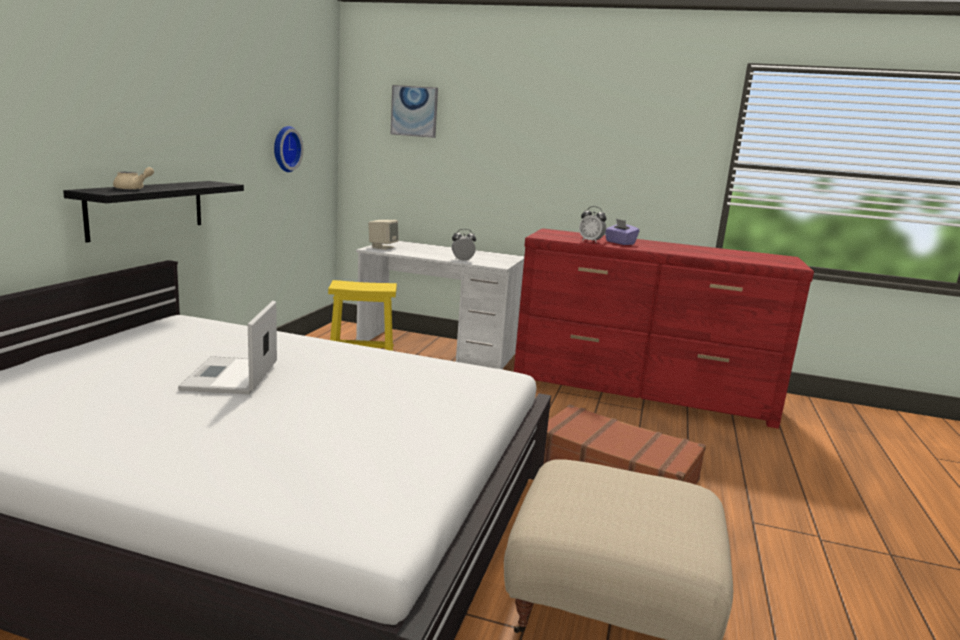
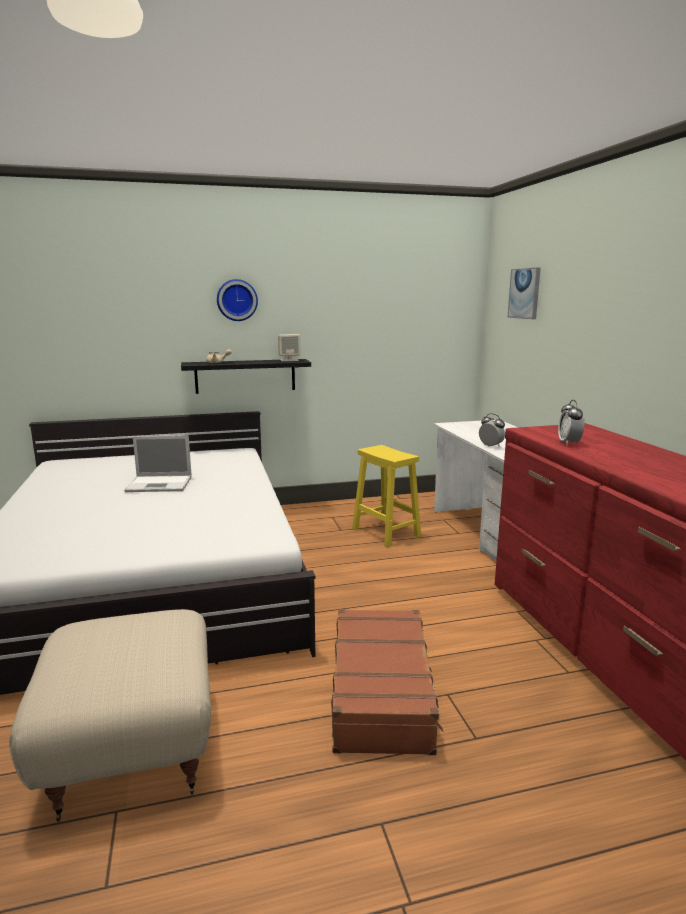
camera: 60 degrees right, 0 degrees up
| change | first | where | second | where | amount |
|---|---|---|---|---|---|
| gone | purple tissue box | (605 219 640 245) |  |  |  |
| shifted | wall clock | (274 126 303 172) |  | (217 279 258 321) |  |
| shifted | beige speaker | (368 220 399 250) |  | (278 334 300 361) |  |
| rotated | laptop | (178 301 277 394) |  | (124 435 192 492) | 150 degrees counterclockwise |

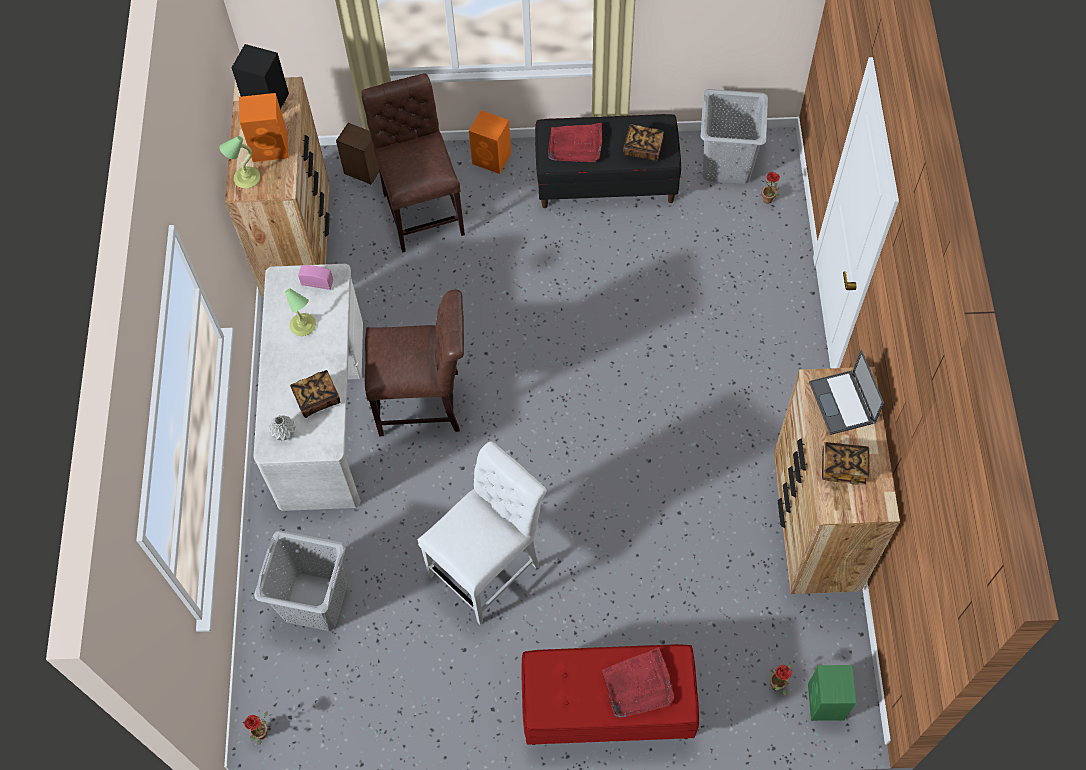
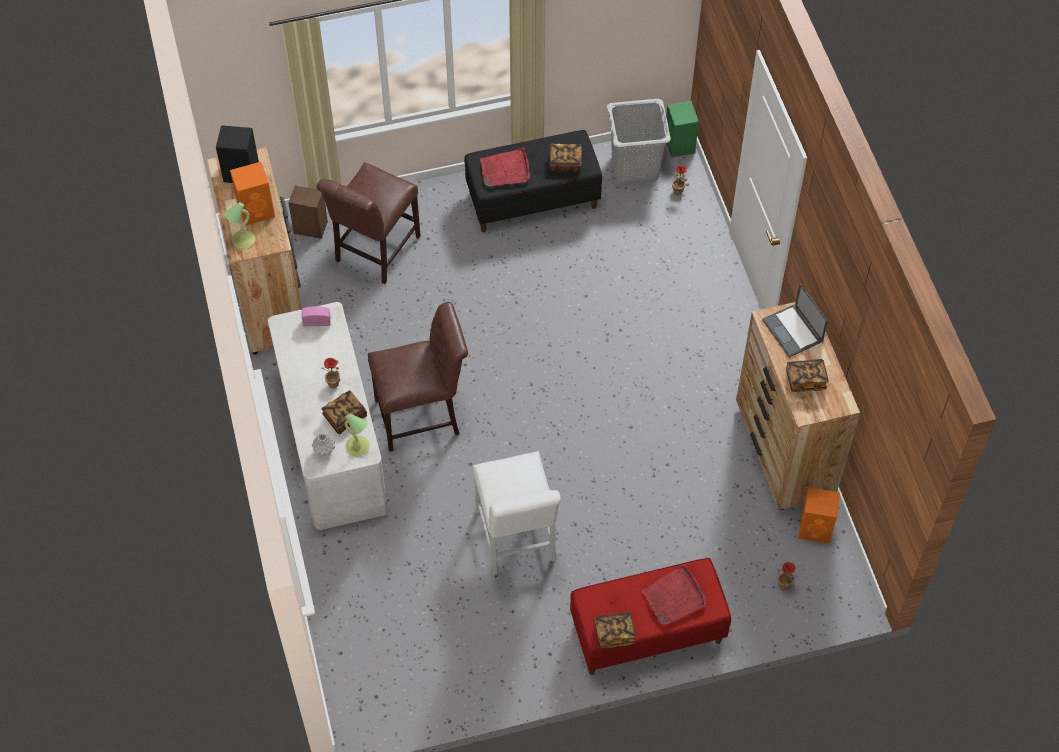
camera: 15 degrees left, 5 degrees down
| change | first | where | second | where | amount |
|---|---|---|---|---|---|
| gone | grey laundry basket | (254 530 347 631) |  |  |  |
| new |  |  | book | (594 612 636 648) |  |
| shifted | potted plant | (243 711 268 745) |  | (321 358 341 389) |  |
| shifted | table lamp | (285 288 316 336) |  | (345 414 370 457) |  |
| shifted | orange speaker | (469 110 511 174) |  | (798 487 840 544) |  |
| shifted | green speaker | (808 665 856 721) |  | (666 101 699 158) |  |
| rotated | brown chair | (361 73 465 253) |  | (316 162 421 284) | 120 degrees counterclockwise |
| rotated | white chair | (418 441 547 624) |  | (472 451 561 574) | 135 degrees clockwise |

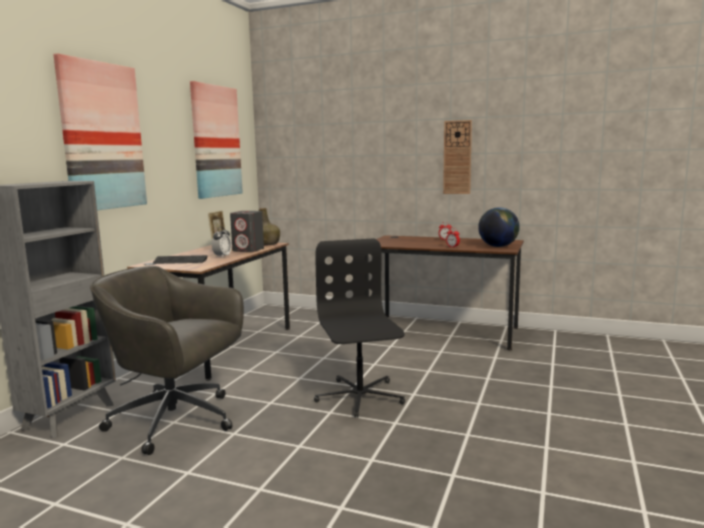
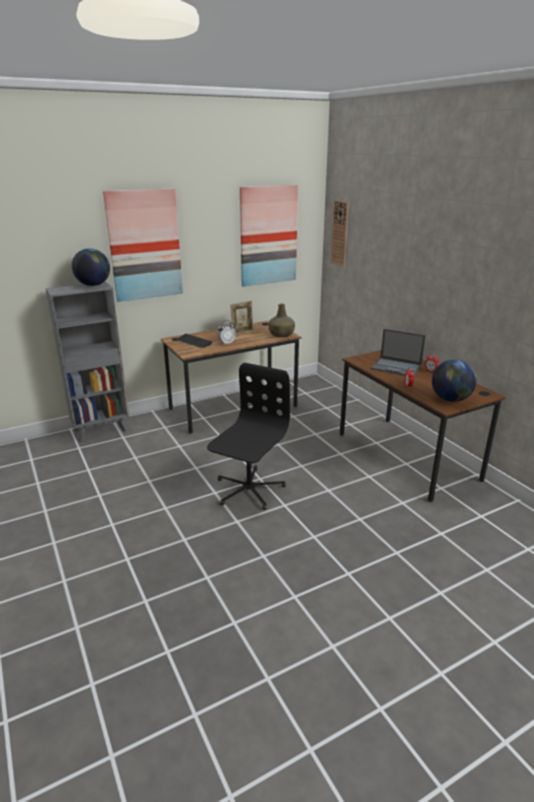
camera: 40 degrees right, 15 degrees up
| change | first | where | second | where | amount |
|---|---|---|---|---|---|
| gone | grey office chair | (90 266 244 455) |  |  |  |
| gone | grey speaker | (230 211 264 252) |  |  |  |
| new |  |  | globe | (72 248 110 286) |  |
| new |  |  | laptop | (371 329 426 376) |  |
| shifted | wall clock | (443 120 472 194) |  | (331 200 349 267) |  |

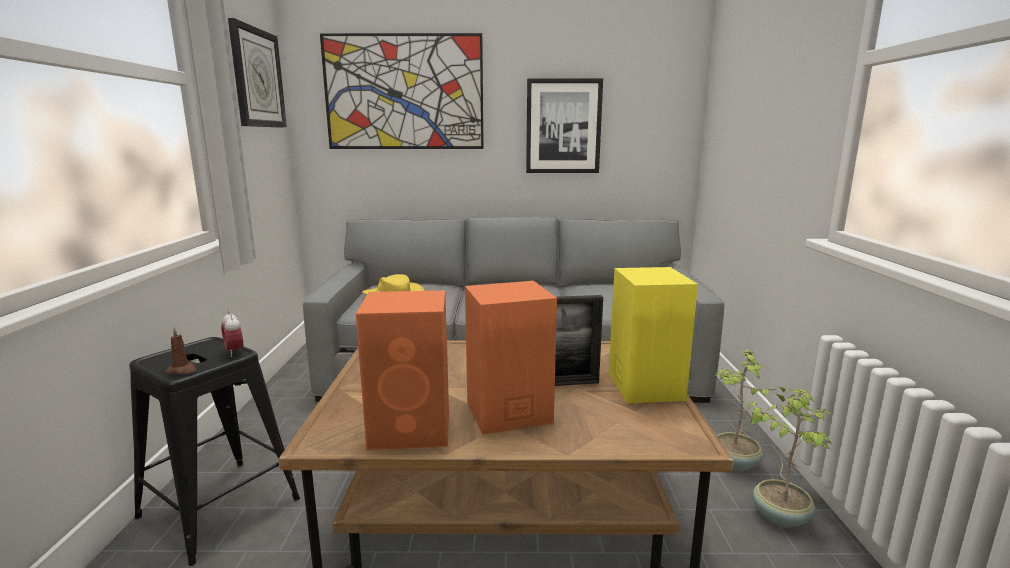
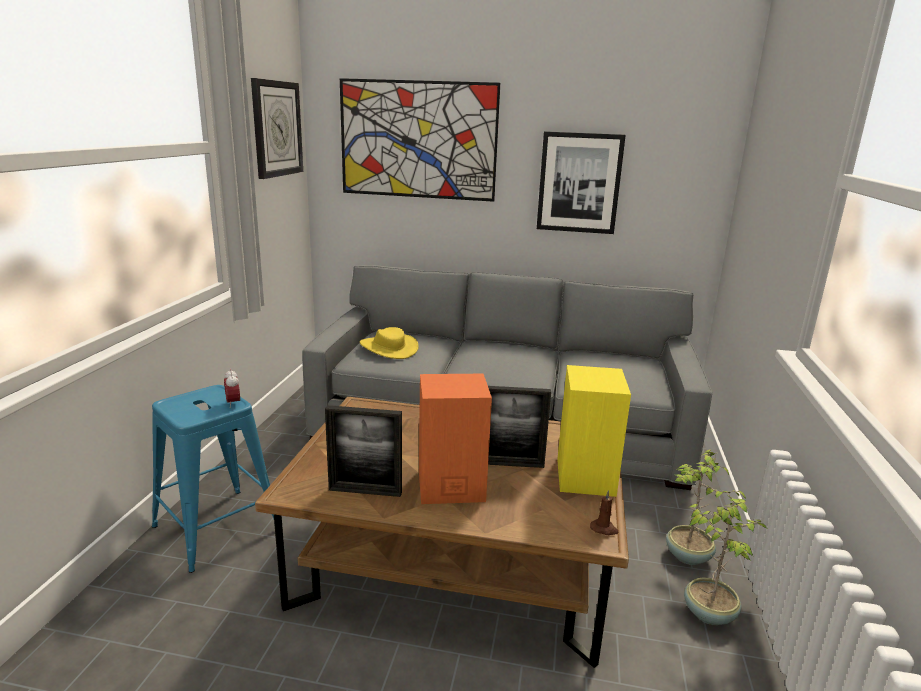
camera: 10 degrees right, 5 degrees up
| change | first | where | second | where | amount |
|---|---|---|---|---|---|
| shifted | brown candle | (166 327 197 374) |  | (590 490 619 535) |  |
| swapped | orange speaker | (356 290 449 450) | picture frame | (325 405 402 497) |  |
| repainted | black stool | (129 337 300 566) | blue stool | (152 385 274 573) |  |

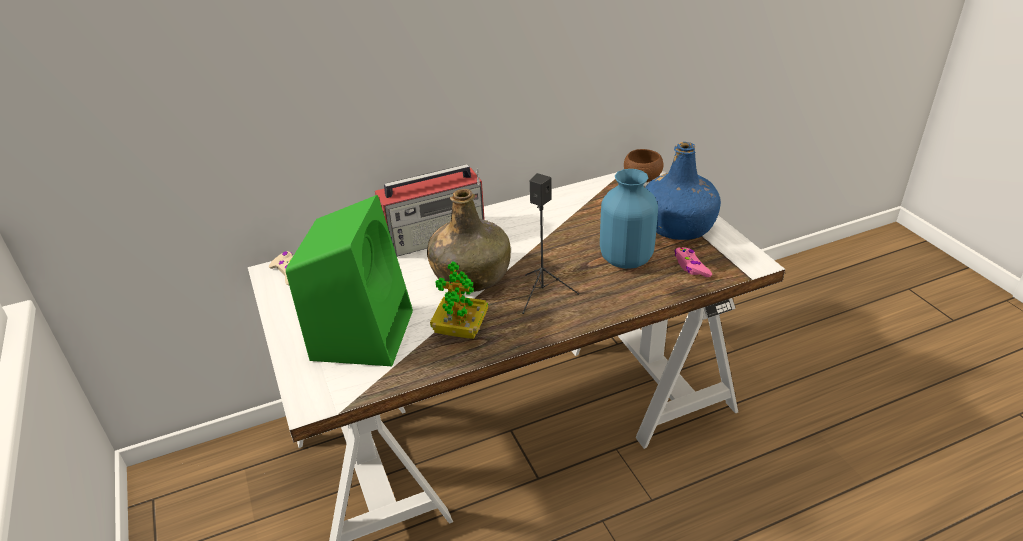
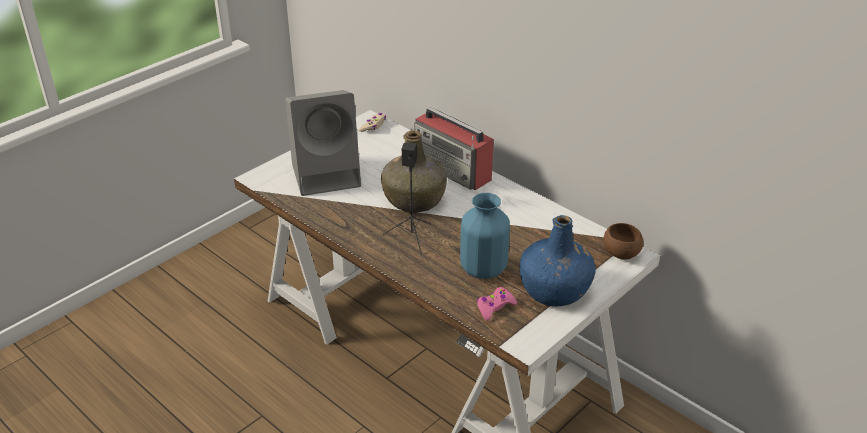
camera: 65 degrees right, 0 degrees up
| change | first | where | second | where | amount |
|---|---|---|---|---|---|
| gone | potted plant | (430 261 488 339) |  |  |  |
| repainted | green speaker | (286 195 413 366) | grey speaker | (285 90 361 196) |  |

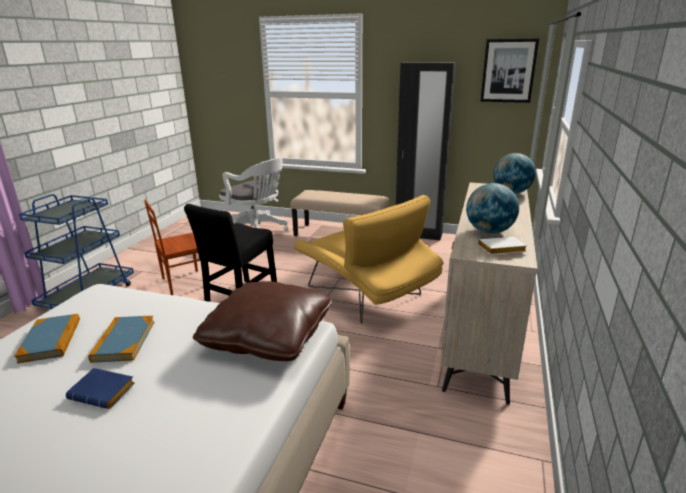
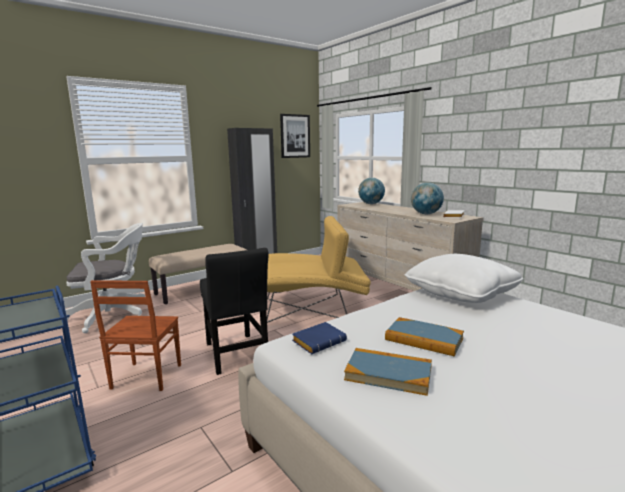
camera: 55 degrees left, 10 degrees down
| change | first | where | second | where | amount |
|---|---|---|---|---|---|
| shifted | blue book | (66 368 135 409) |  | (292 322 347 354) |  |
| repainted | brown pillow | (193 281 332 361) | white pillow | (404 254 523 303) |  |

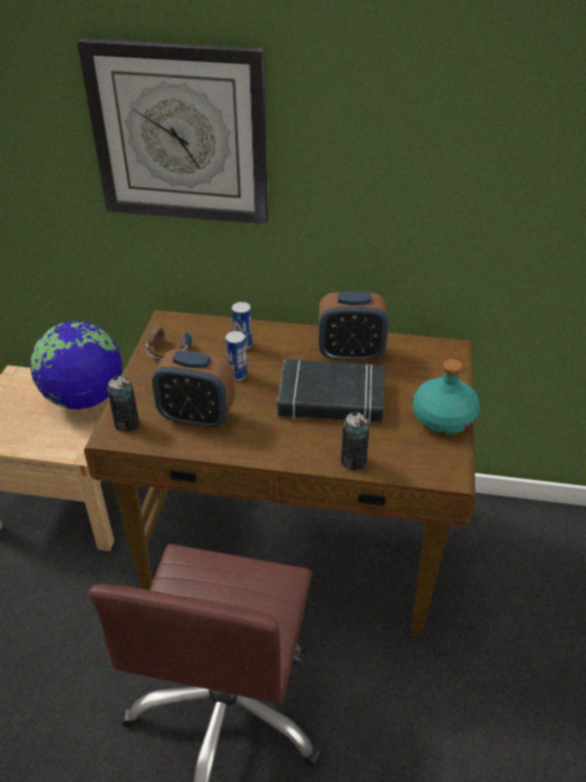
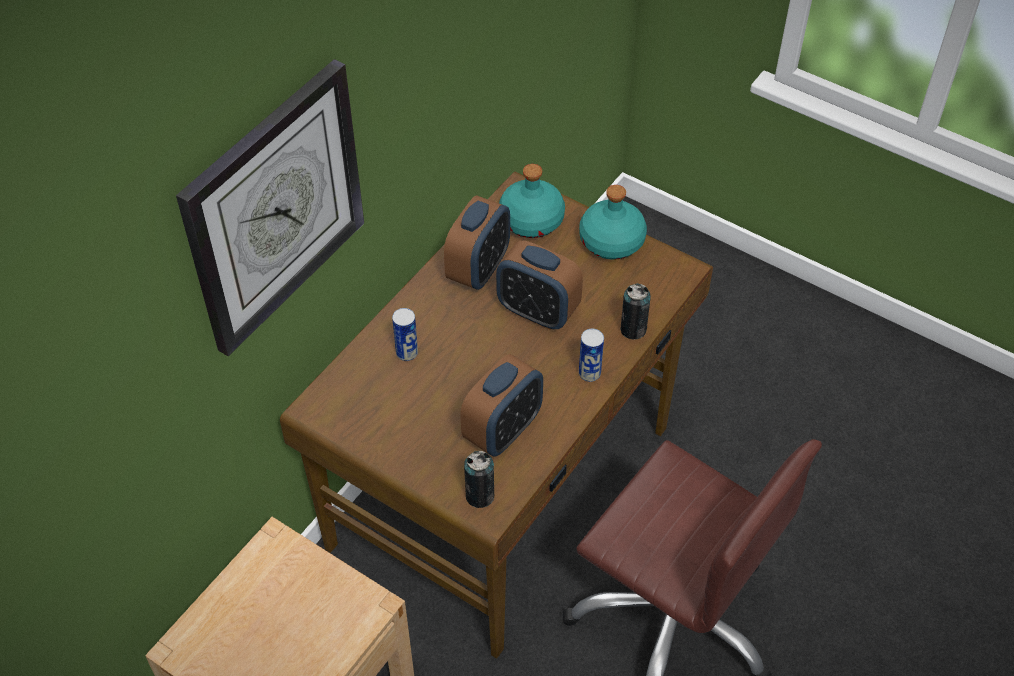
camera: 65 degrees left, 10 degrees up
| change | first | where | second | where | amount |
|---|---|---|---|---|---|
| gone | globe | (30 321 122 410) |  |  |  |
| gone | headphones | (146 324 193 361) |  |  |  |
| new |  |  | turquoise bottle | (499 164 565 238) |  |
| shifted | can | (225 331 247 381) |  | (579 329 604 382) |  |
| swapped | black book | (277 359 384 424) | alarm clock | (496 241 583 330) |  |

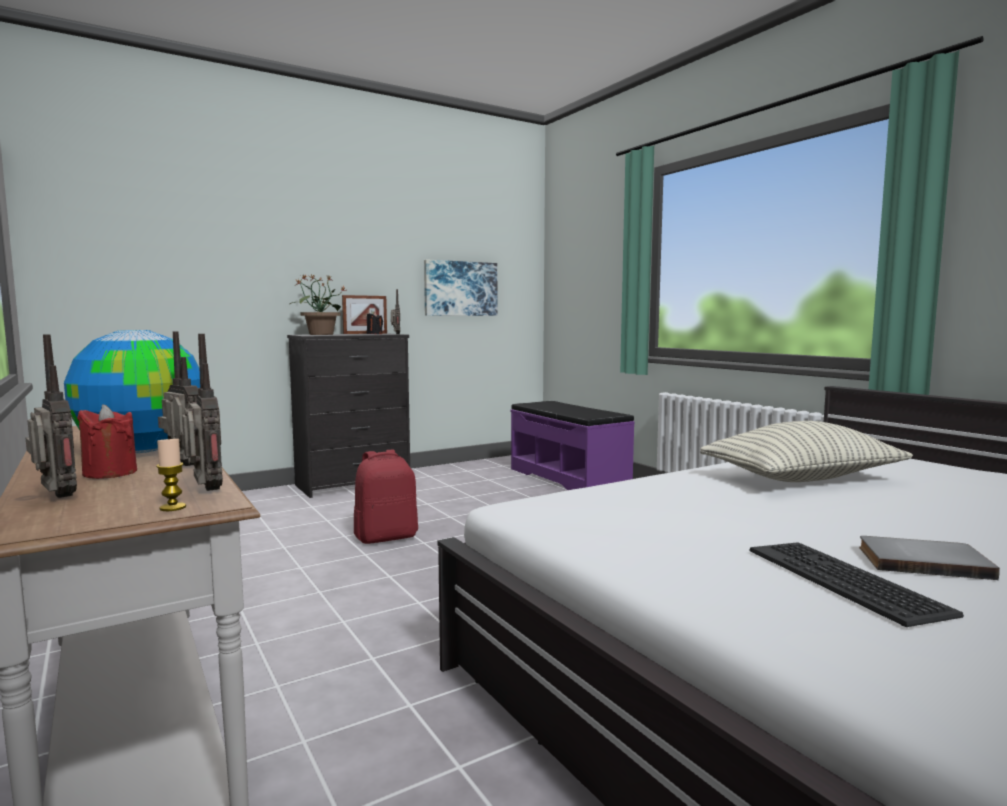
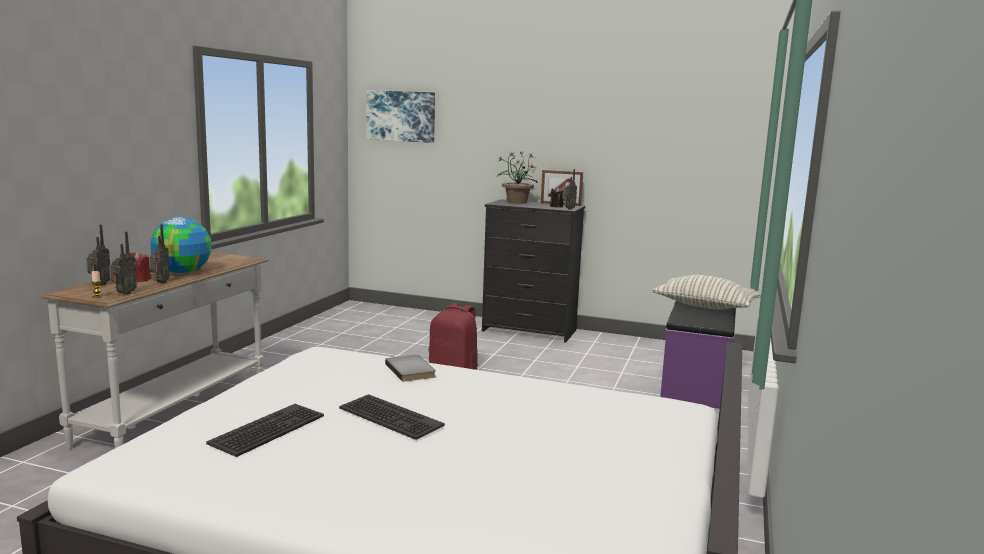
camera: 50 degrees right, 5 degrees up
| change | first | where | second | where | amount |
|---|---|---|---|---|---|
| new |  |  | keyboard | (339 394 445 440) |  |
| shifted | picture | (424 260 497 316) |  | (367 90 435 143) |  |
| shifted | pillow | (700 421 913 482) |  | (652 275 761 310) |  |
| shifted | grey book | (859 536 1000 580) |  | (385 355 436 382) |  |

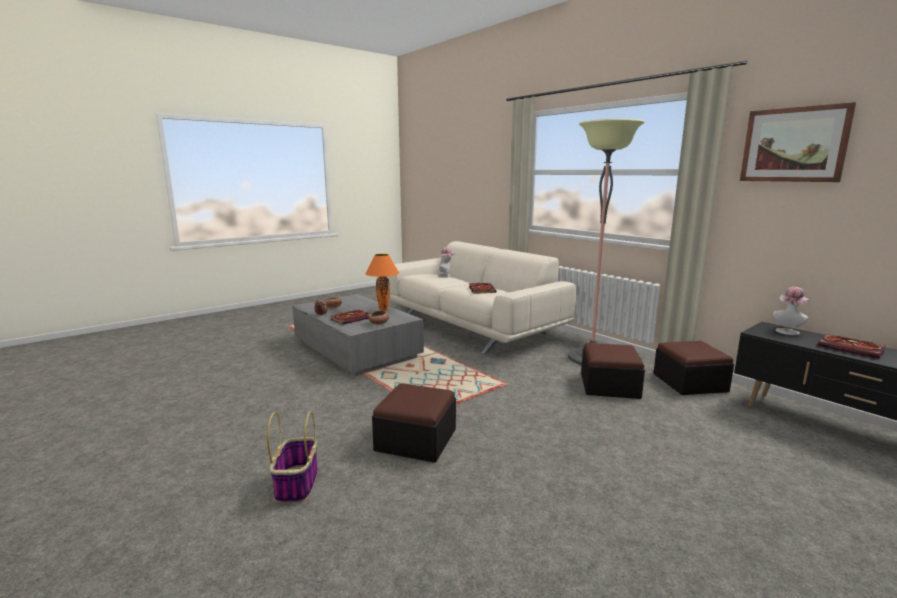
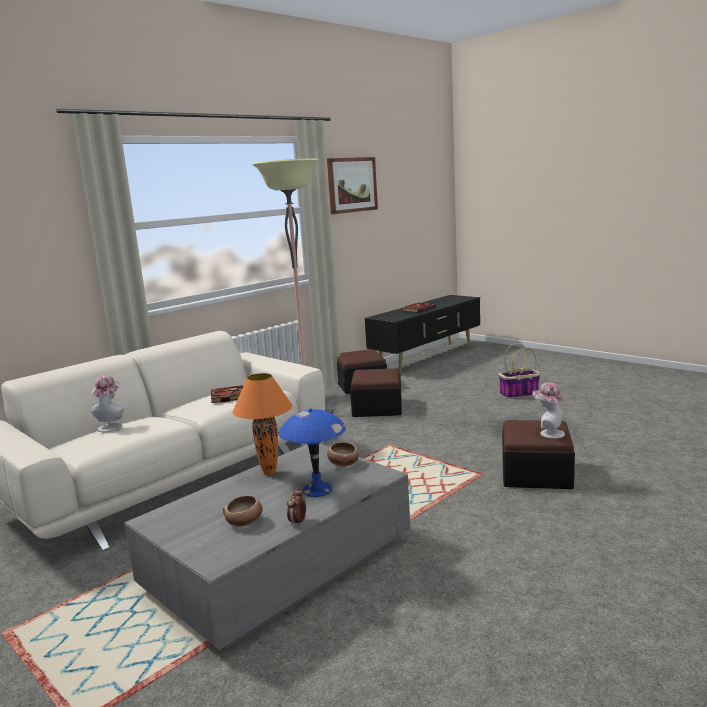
camera: 95 degrees left, 0 degrees up
| change | first | where | second | where | amount |
|---|---|---|---|---|---|
| shifted | basket | (267 411 318 503) |  | (499 343 540 399) |  |
| shifted | hat | (773 287 809 335) |  | (532 382 565 439) |  |
| swapped | book | (331 310 370 324) | blue table lamp | (279 408 346 497) |  |

